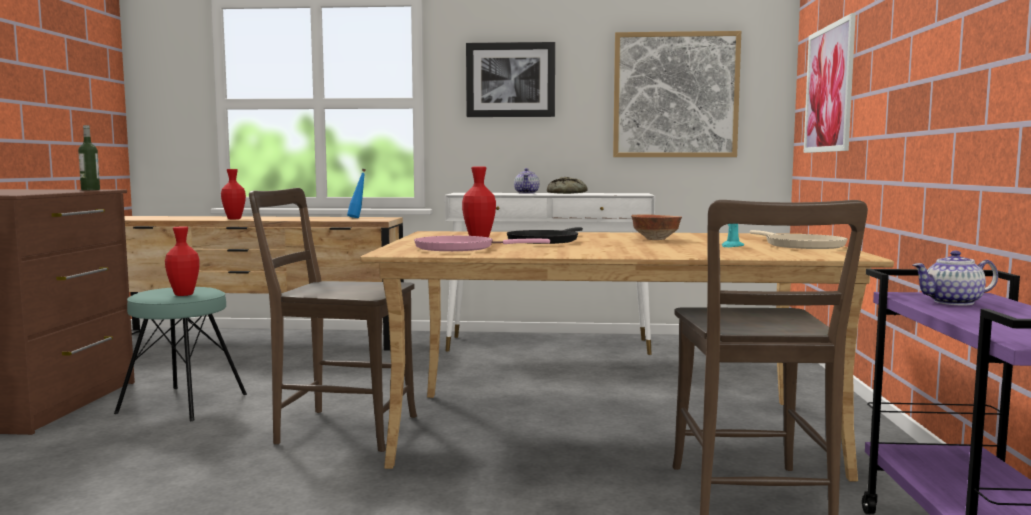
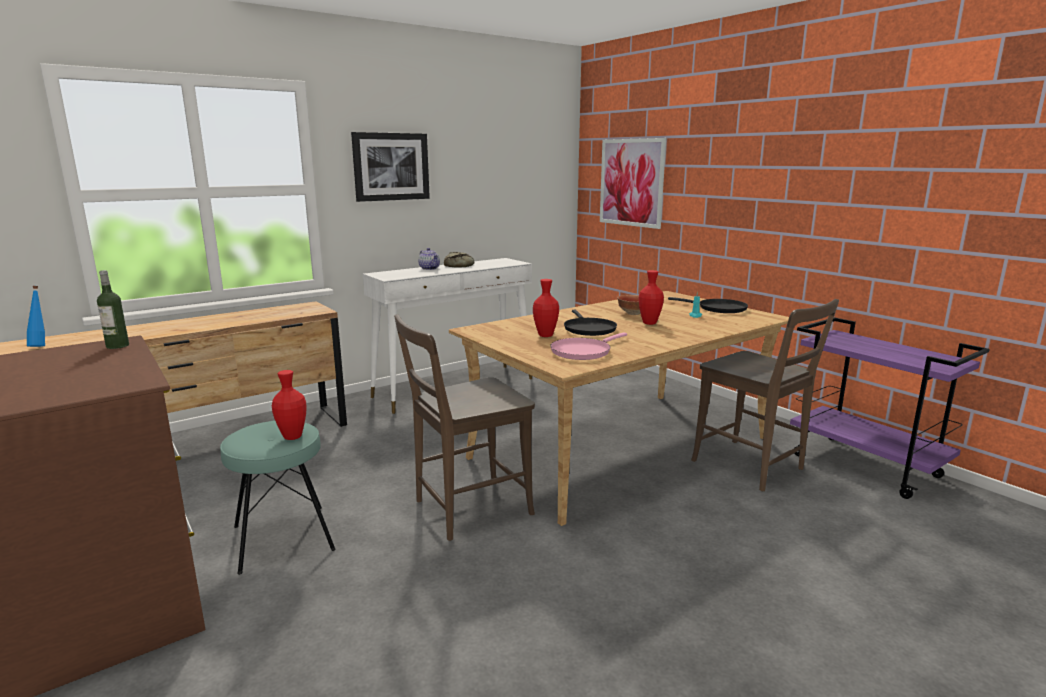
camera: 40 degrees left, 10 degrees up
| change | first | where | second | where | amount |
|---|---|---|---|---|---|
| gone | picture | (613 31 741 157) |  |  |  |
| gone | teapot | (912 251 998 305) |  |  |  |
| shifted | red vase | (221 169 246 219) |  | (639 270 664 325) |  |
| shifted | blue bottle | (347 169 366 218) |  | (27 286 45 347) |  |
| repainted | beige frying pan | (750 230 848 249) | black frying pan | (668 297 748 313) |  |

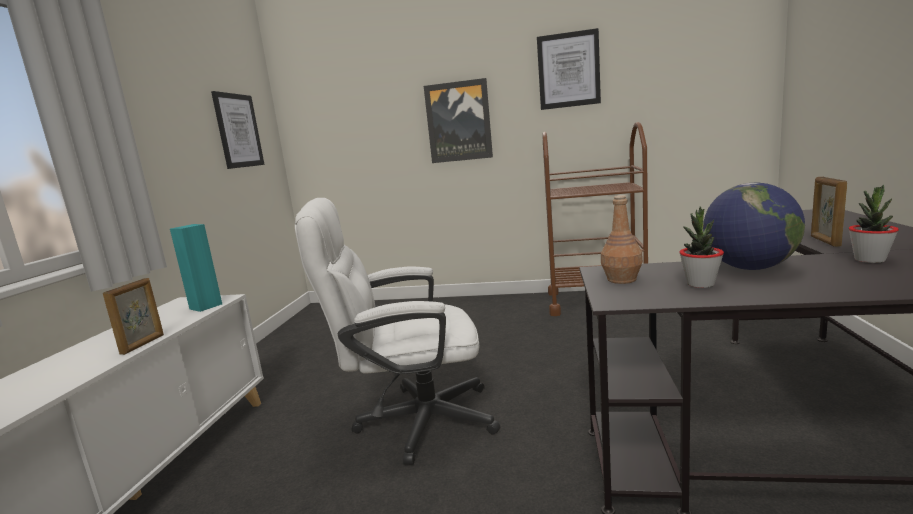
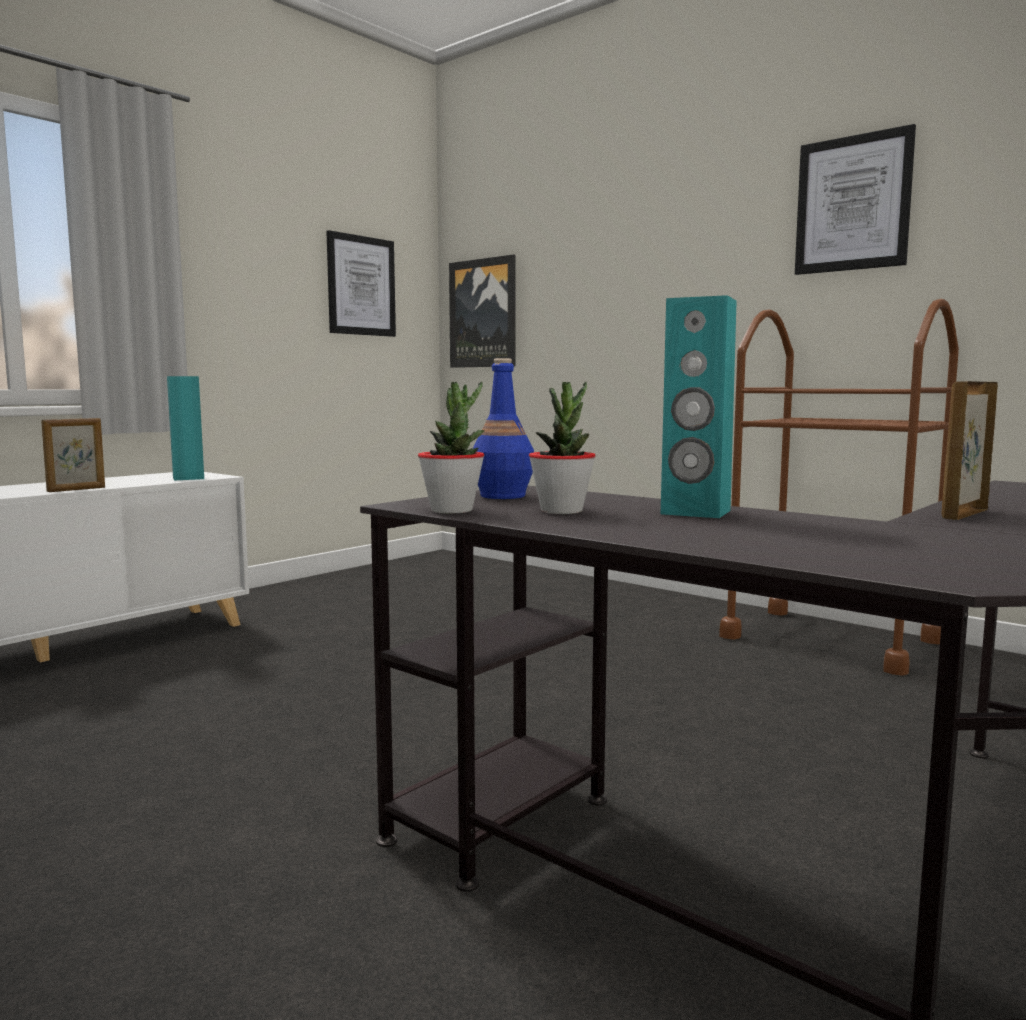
camera: 30 degrees right, 5 degrees down
| change | first | where | second | where | amount |
|---|---|---|---|---|---|
| gone | white office chair | (295 198 500 465) |  |  |  |
| shifted | picture | (424 78 493 163) |  | (449 254 516 368) |  |
| shifted | potted plant | (848 185 899 263) |  | (418 382 485 514) |  |
| swapped | globe | (703 183 805 270) | turquoise speaker | (661 295 737 518) |  |
| repainted | brown bottle | (601 195 643 284) | blue bottle | (473 358 534 499) |  |

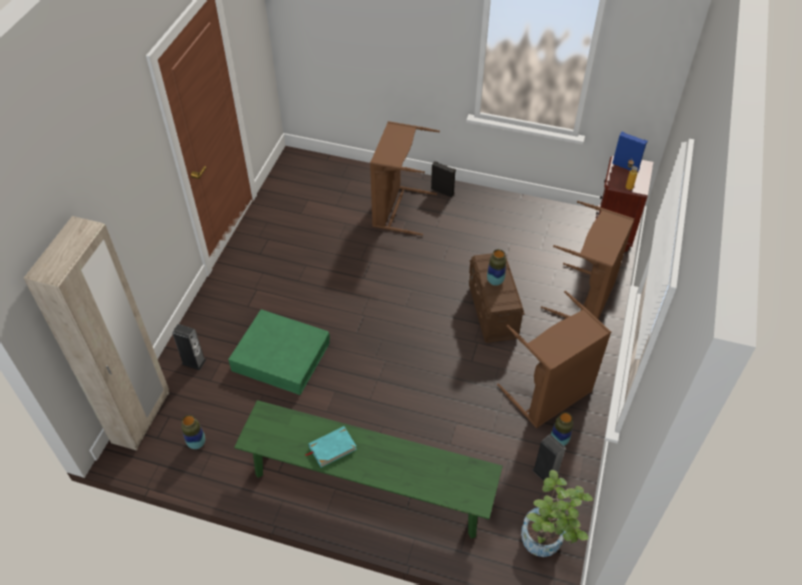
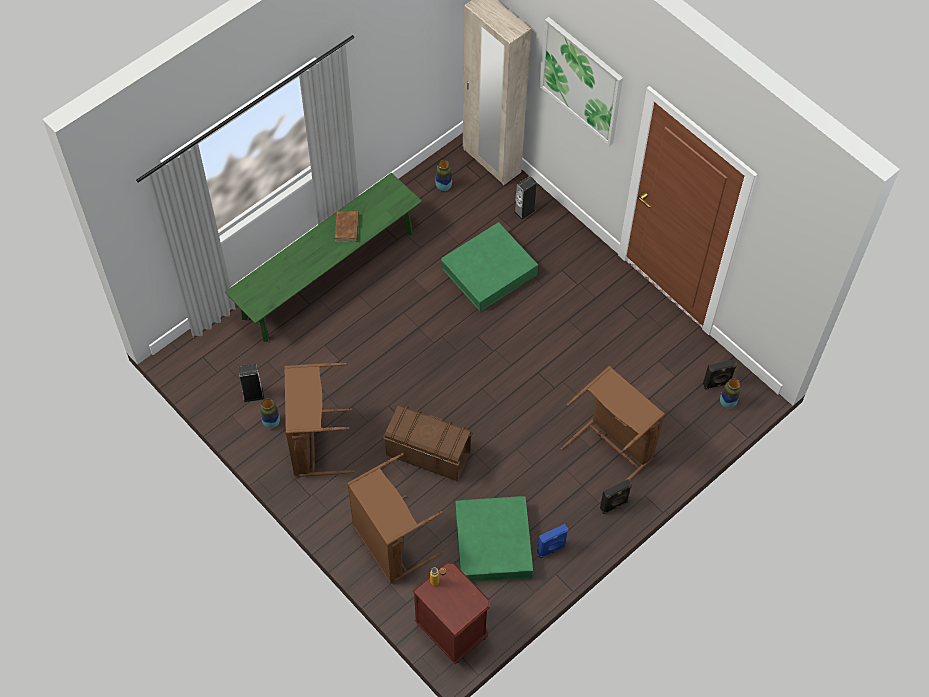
camera: 120 degrees right, 10 degrees up
| change | first | where | second | where | amount |
|---|---|---|---|---|---|
| gone | potted plant | (521 470 593 557) |  |  |  |
| new |  |  | green storage box | (455 496 533 582) |  |
| new |  |  | picture | (540 17 623 146) |  |
| new |  |  | black speaker | (703 359 737 390) |  |
| shifted | vase | (487 249 506 286) |  | (720 378 741 408) |  |
| shifted | blue speaker | (612 132 647 172) |  | (537 524 568 558) |  |
| repainted | turquoise book | (305 426 357 468) | brown book | (335 210 359 242) |  |

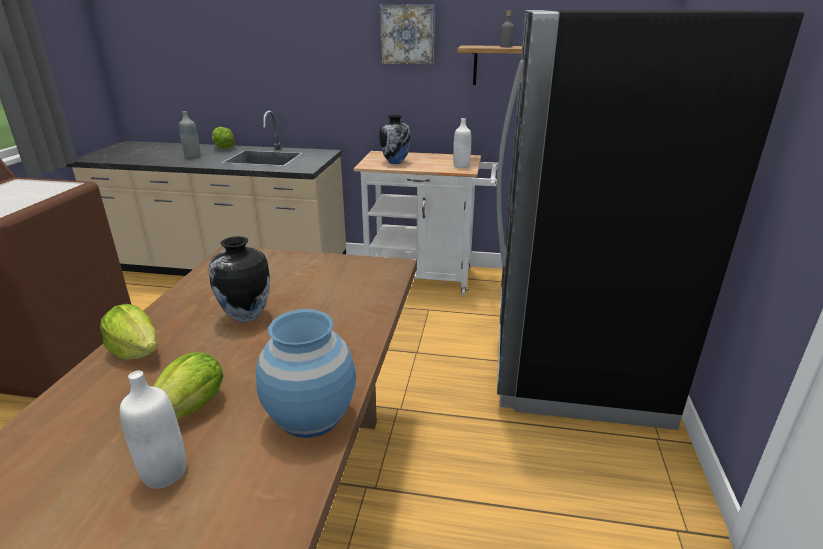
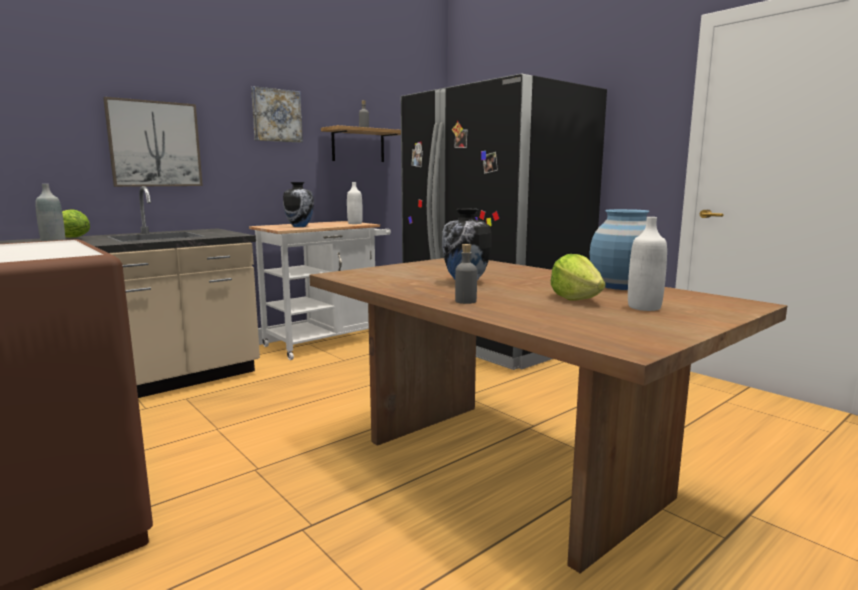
camera: 50 degrees left, 15 degrees down
| change | first | where | second | where | amount |
|---|---|---|---|---|---|
| new |  |  | picture | (103 97 203 187) |  |
| swapped | lettuce | (100 304 157 359) | grey bottle | (455 244 477 304) |  |

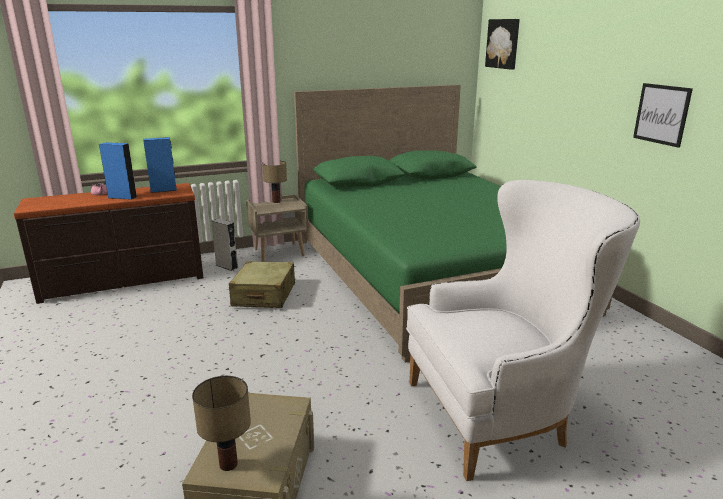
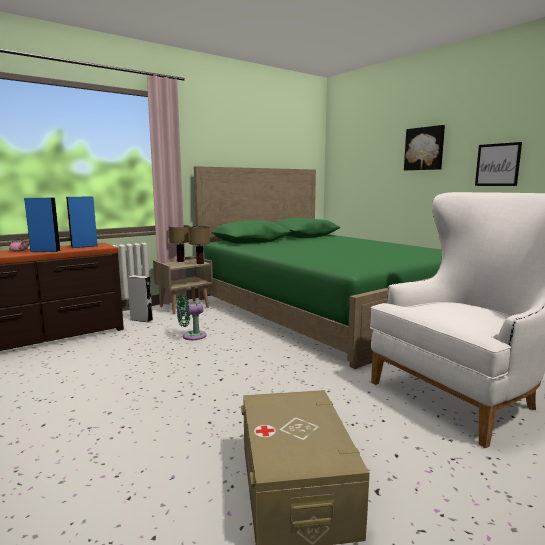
camera: 15 degrees left, 10 degrees down
| change | first | where | second | where | amount |
|---|---|---|---|---|---|
| shifted | table lamp | (192 376 251 471) |  | (188 226 210 264) |  |
| shifted | picture | (485 19 520 70) |  | (404 125 445 170) |  |
| swapped | beige suitcase | (229 261 295 308) | green fan | (176 295 206 340) |  |

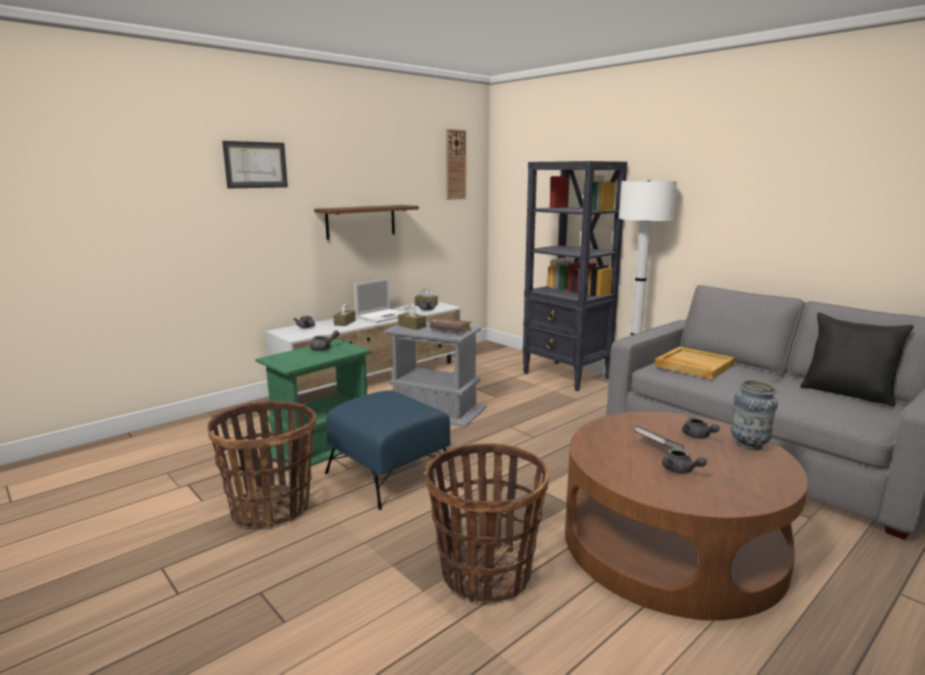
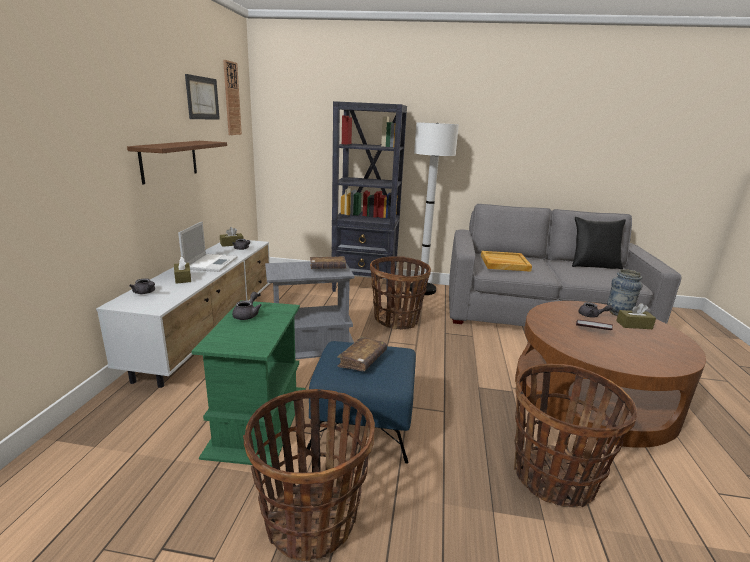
camera: 40 degrees left, 5 degrees up
| change | first | where | second | where | amount |
|---|---|---|---|---|---|
| gone | grey teapot | (662 448 707 474) |  |  |  |
| new |  |  | brown book | (337 336 387 371) |  |
| new |  |  | basket | (370 256 431 330) |  |
| shifted | picture | (222 141 288 188) |  | (185 74 220 119) |  |
| shifted | brown tissue box | (398 305 426 330) |  | (616 303 656 329) |  |

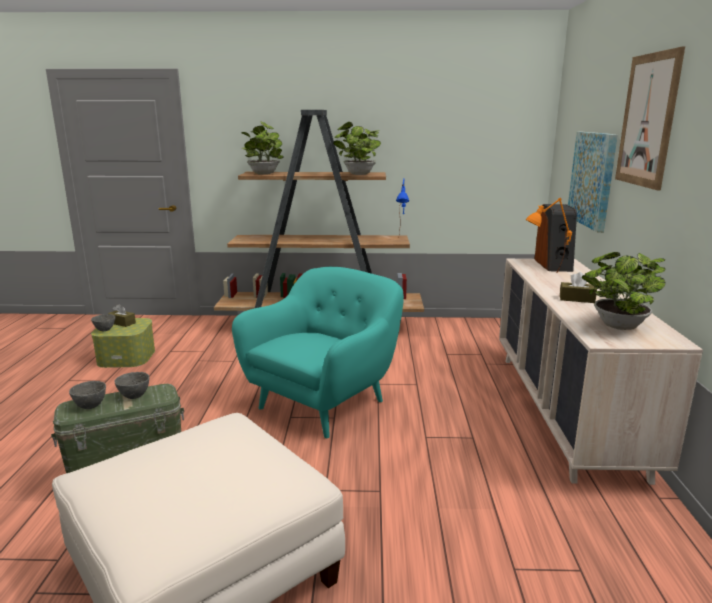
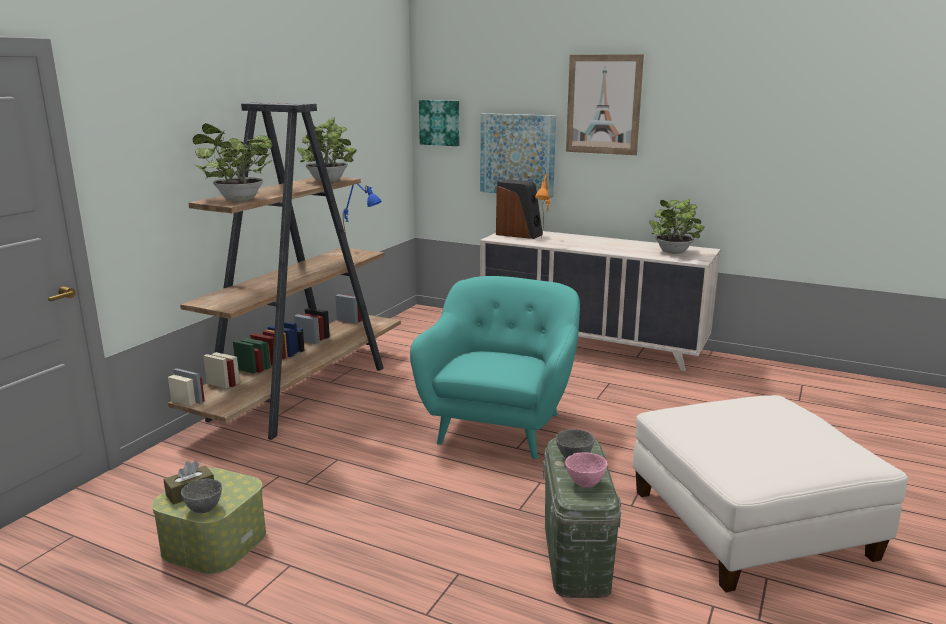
camera: 65 degrees left, 0 degrees up
| change | first | where | second | where | amount |
|---|---|---|---|---|---|
| gone | brown tissue box | (560 272 597 303) |  |  |  |
| new |  |  | picture | (419 100 459 146) |  |
| repainted | grey bowl | (69 381 106 409) | pink bowl | (565 452 608 488) |  |
| rotated | turquoise armchair | (232 267 404 438) |  | (410 276 580 460) | 45 degrees clockwise |

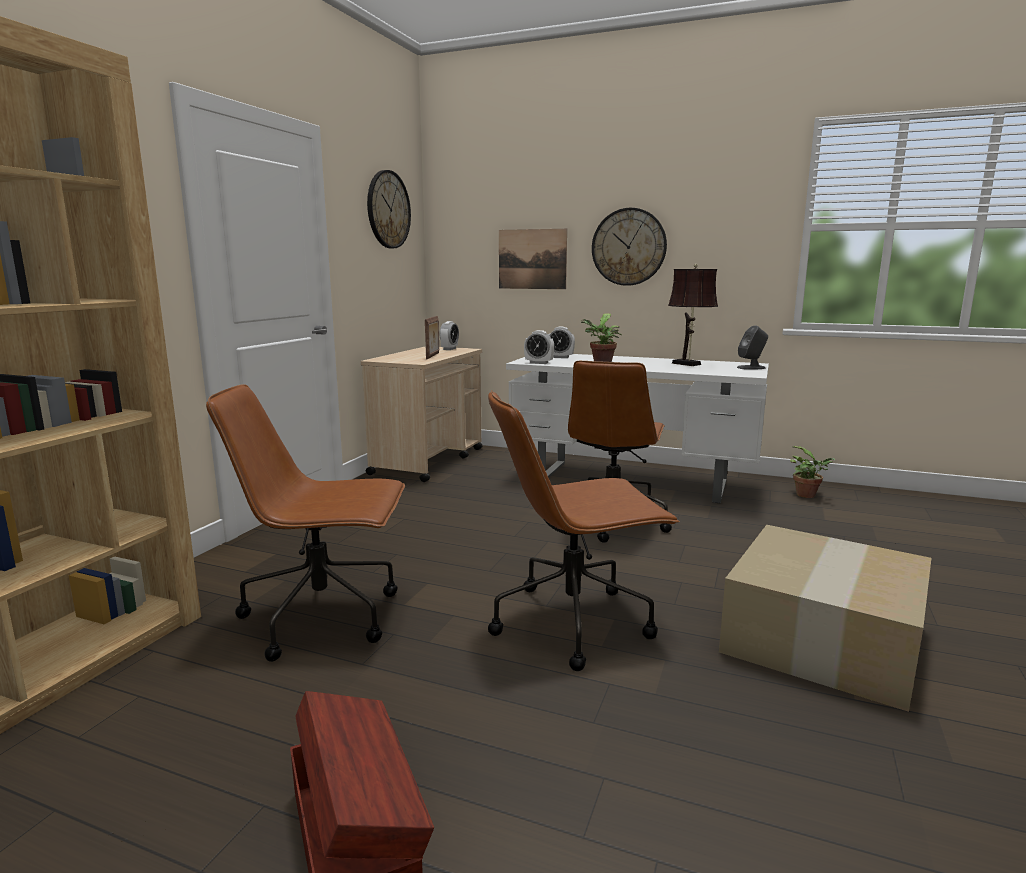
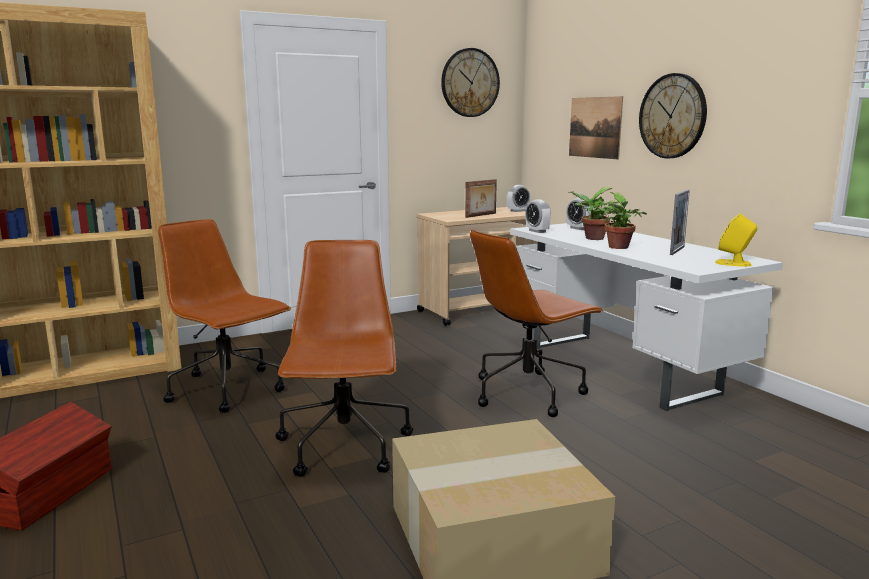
camera: 40 degrees right, 0 degrees up
| change | first | where | second | where | amount |
|---|---|---|---|---|---|
| shifted | potted plant | (790 446 835 498) |  | (604 192 647 249) |  |
| swapped | brown table lamp | (668 264 718 366) | picture frame | (670 190 690 255) |  |
| repainted | grey speaker | (737 325 768 370) | yellow speaker | (715 214 757 267) |  |
| rotated | brown office chair | (488 390 680 671) |  | (275 240 413 477) | 60 degrees clockwise |

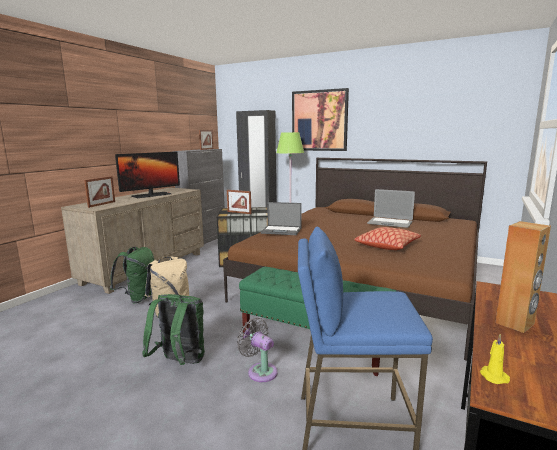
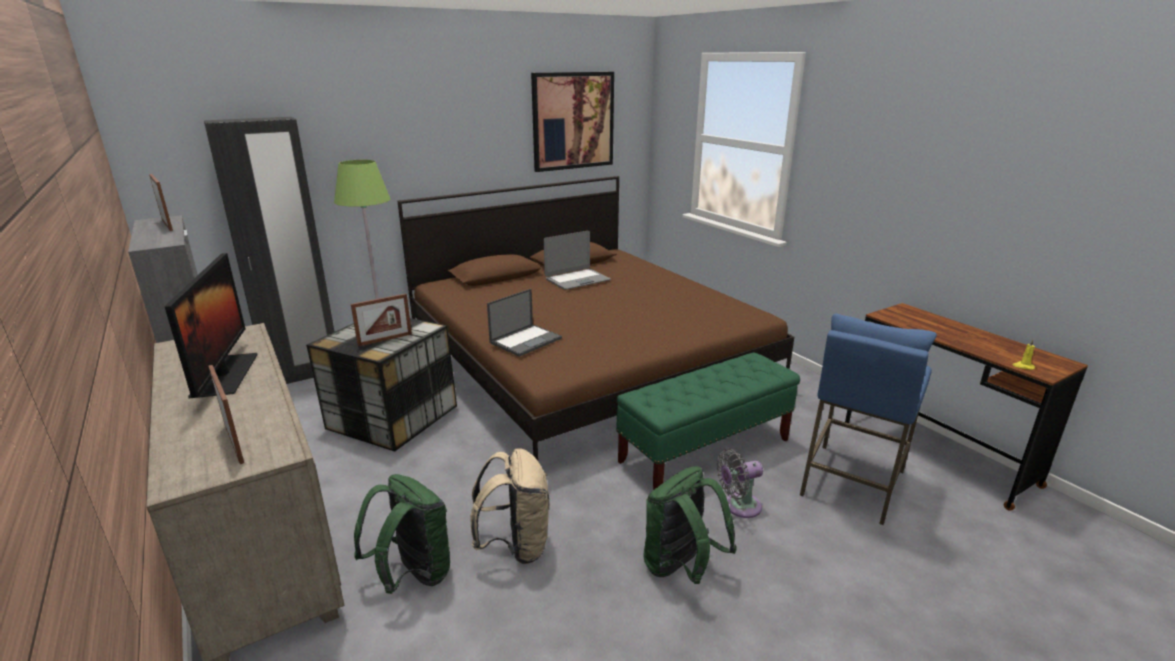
camera: 60 degrees left, 10 degrees up
| change | first | where | second | where | amount |
|---|---|---|---|---|---|
| gone | pillow | (354 227 421 250) |  |  |  |
| gone | brown speaker | (495 221 551 333) |  |  |  |
| shifted | picture | (292 88 349 151) |  | (531 72 614 172) |  |

